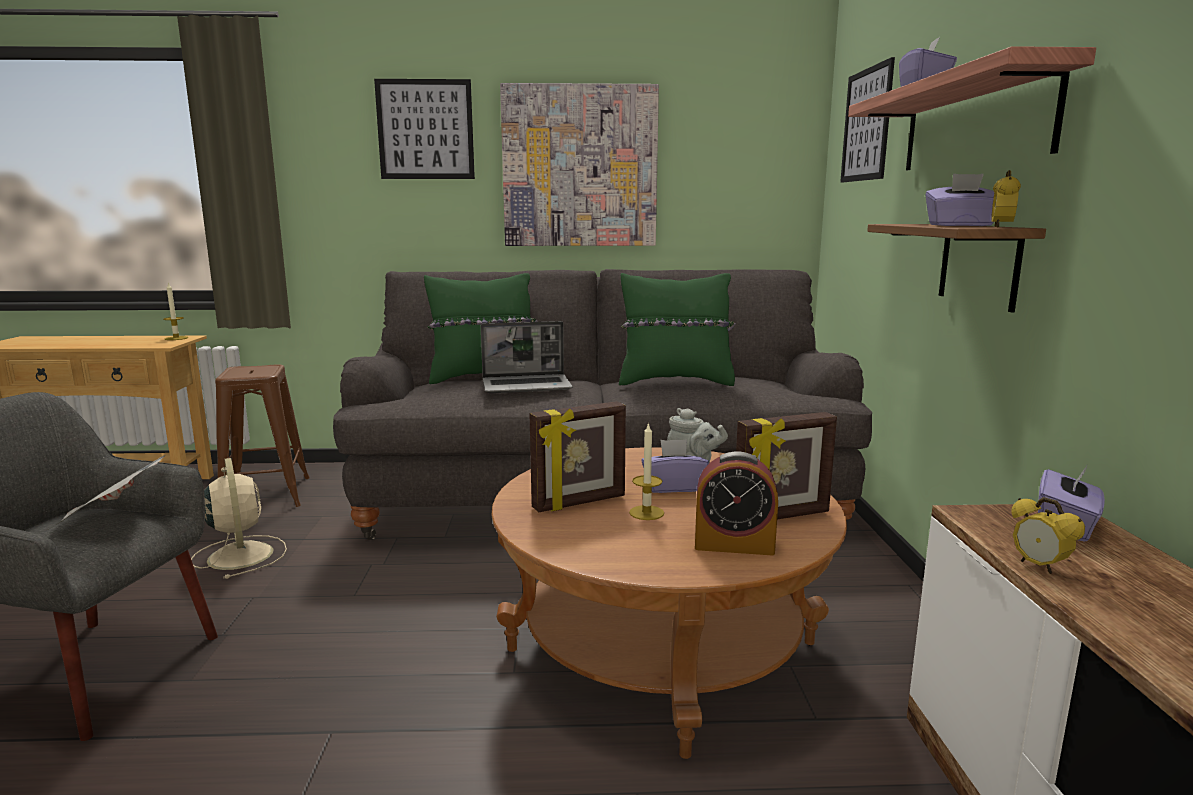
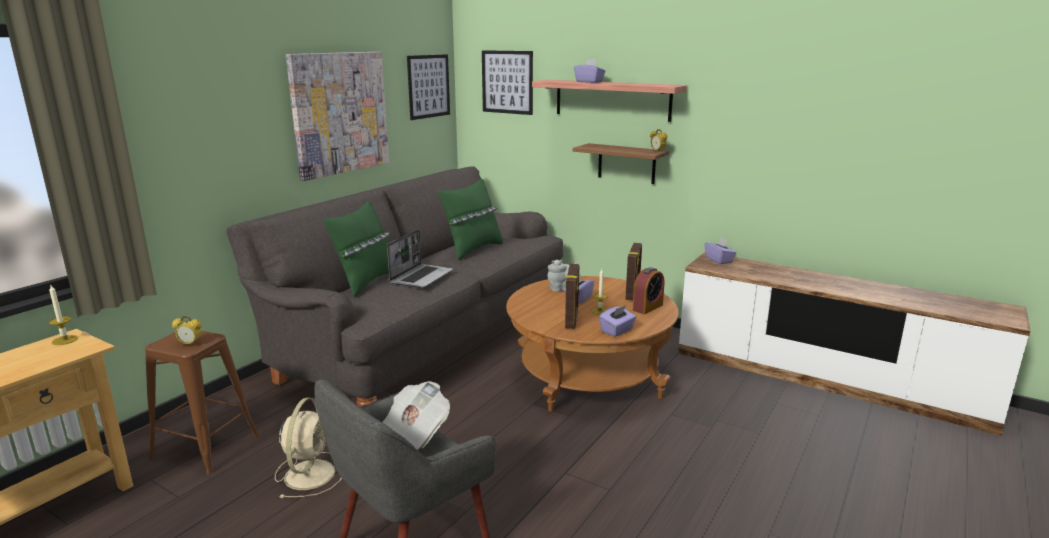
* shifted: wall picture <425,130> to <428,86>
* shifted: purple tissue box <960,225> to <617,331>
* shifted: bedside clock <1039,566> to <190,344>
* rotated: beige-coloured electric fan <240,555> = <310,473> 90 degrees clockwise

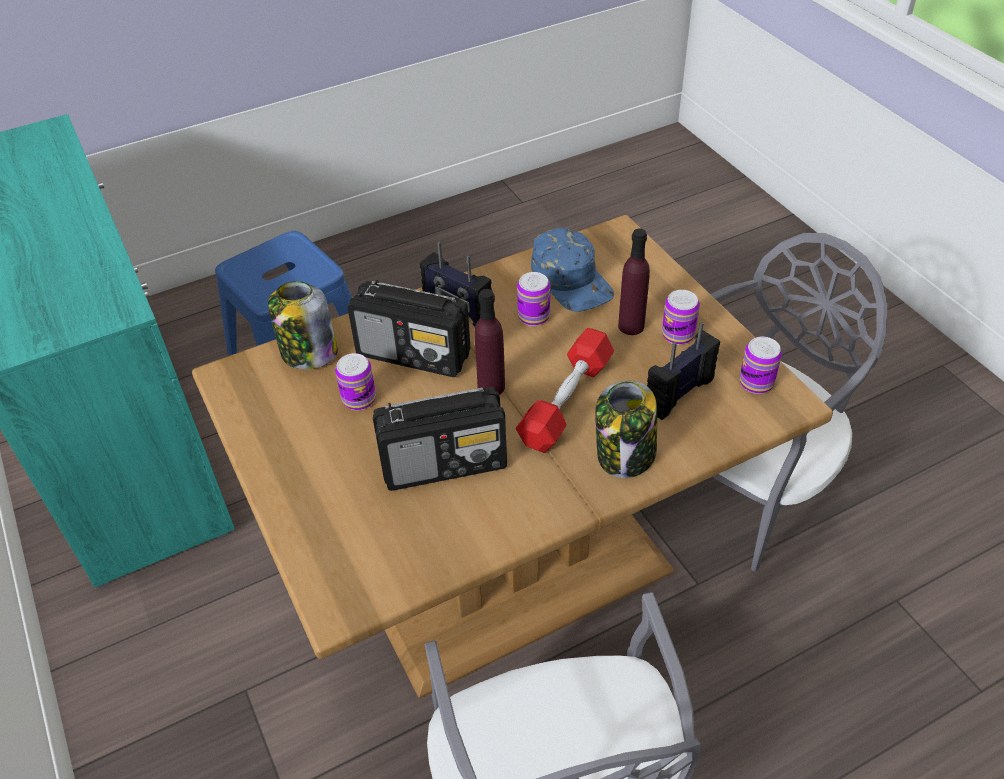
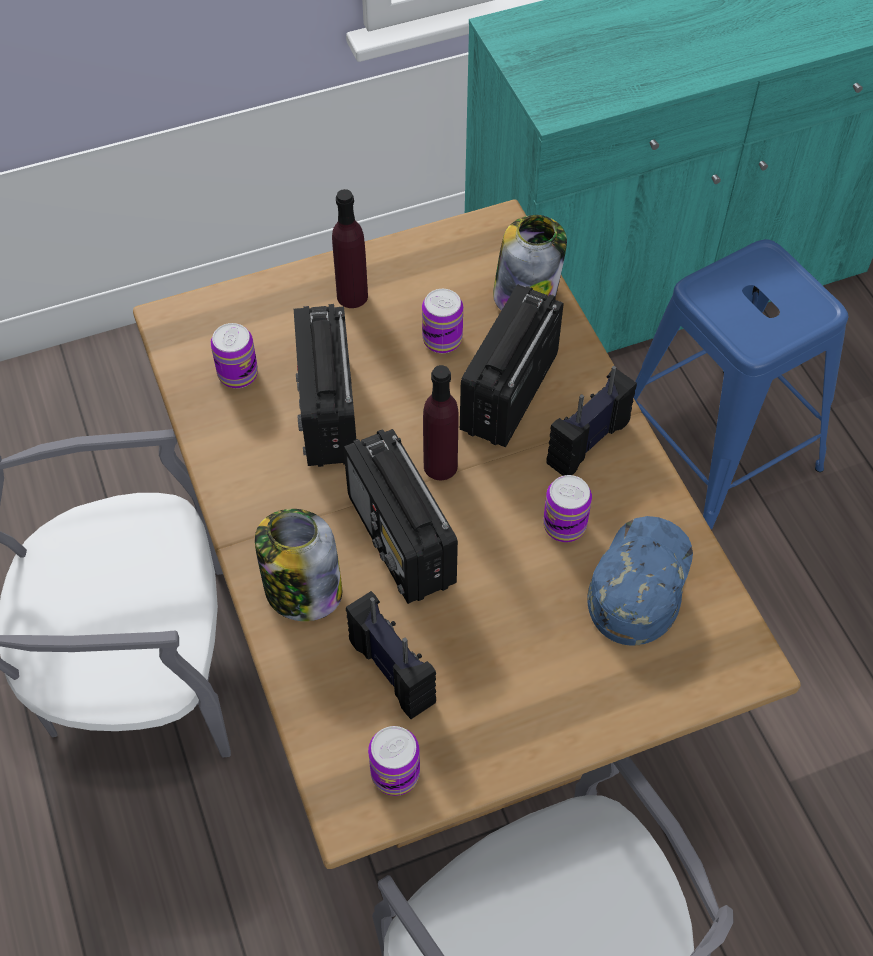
* shifted: purple beverage bottle <631,326> to <352,296>
* shifted: sealed can <678,335> to <238,374>
* swapped: red-coloured hand weight <566,401> to radio set <401,541>
* rotated: blue-coloured baseball cap <572,279> = <638,582> 135 degrees clockwise

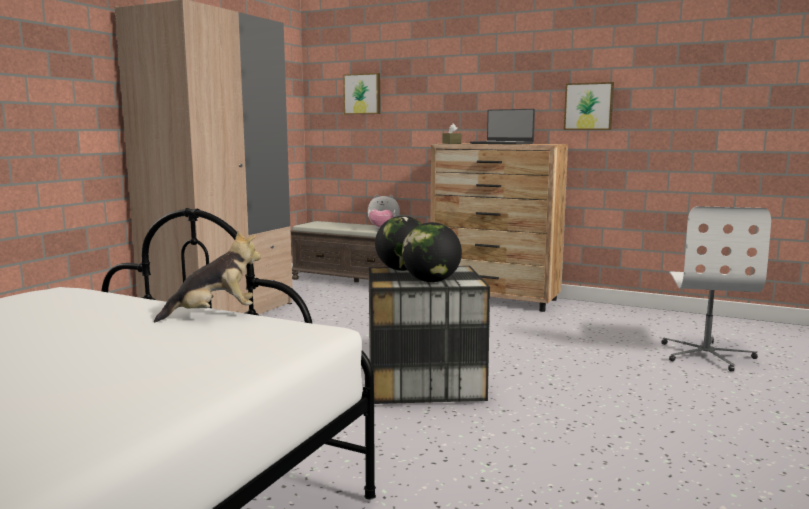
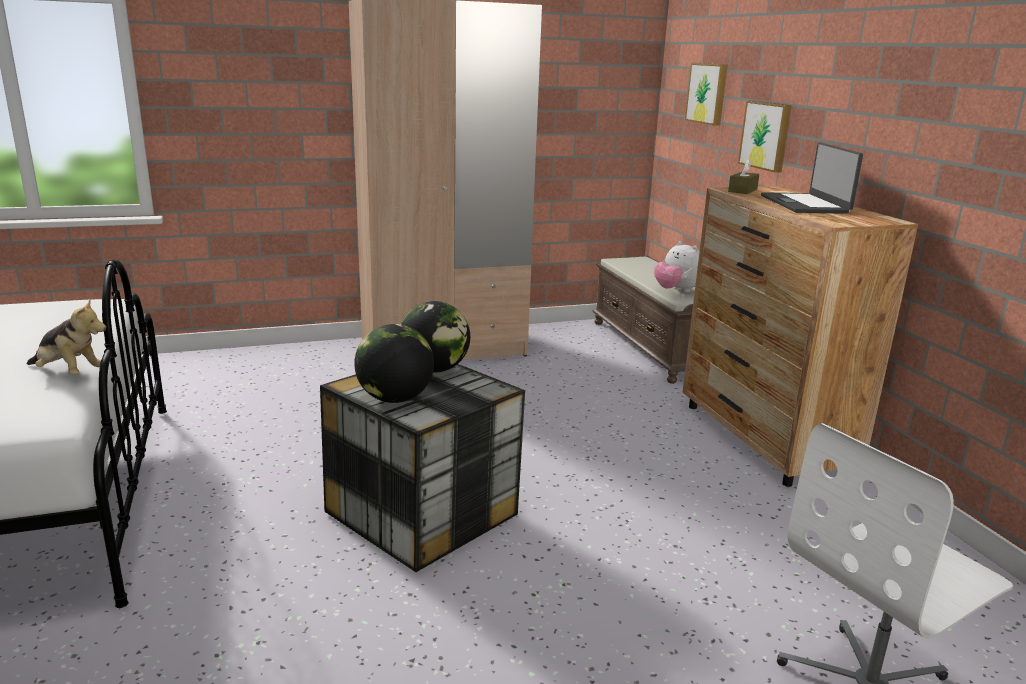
* shifted: wall picture <588,106> to <766,135>

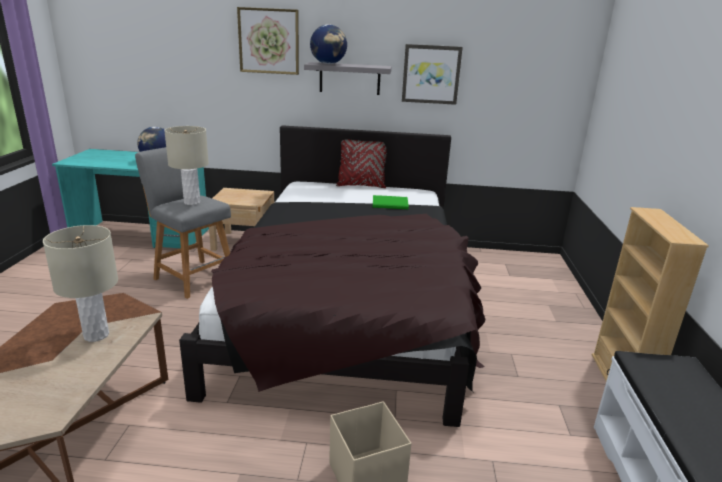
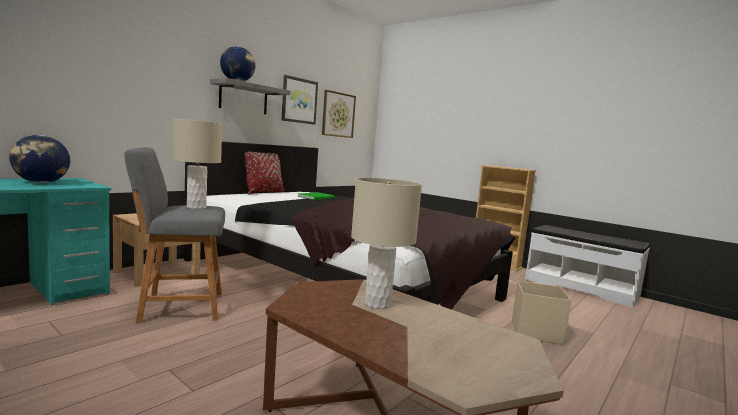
* shifted: wall picture <269,41> to <338,114>

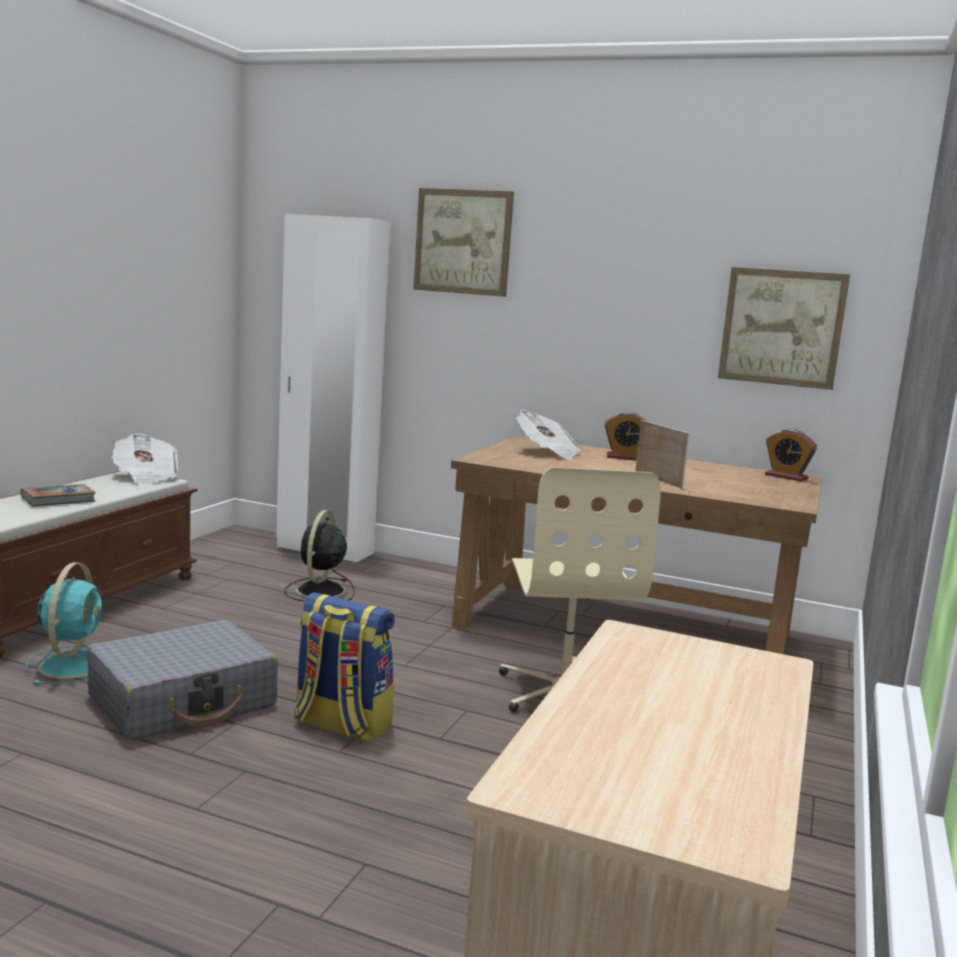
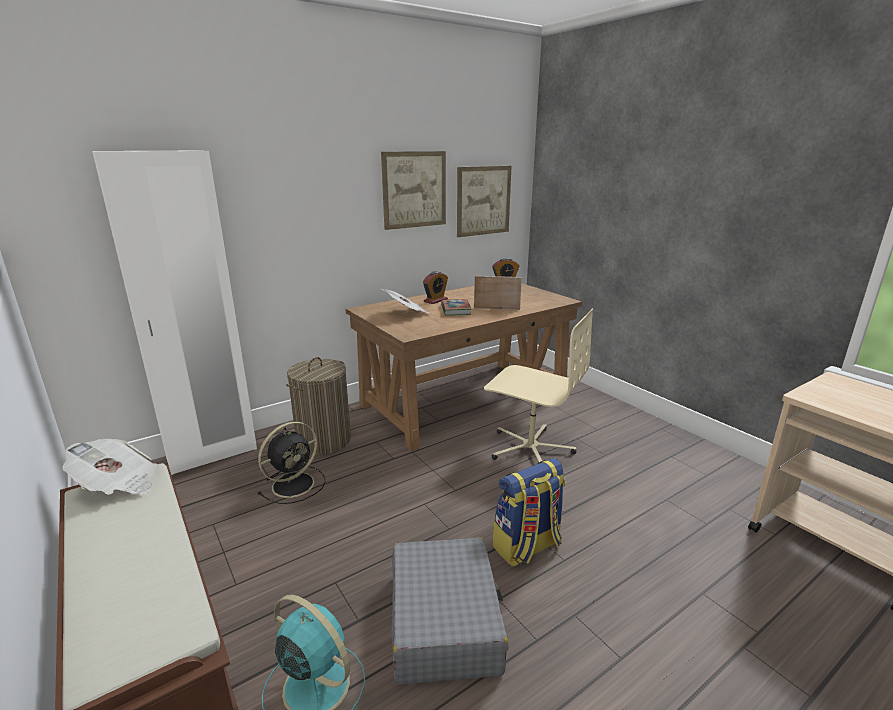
* new: laundry basket <324,441>
* shifted: volume <58,500> to <455,310>
* shifted: wall picture <463,242> to <414,190>
* rotated: blackish electric fan <320,591> = <295,484> 90 degrees counterclockwise

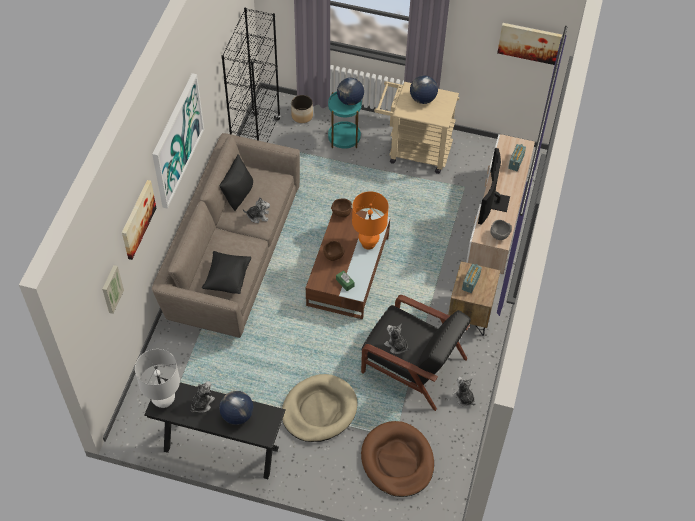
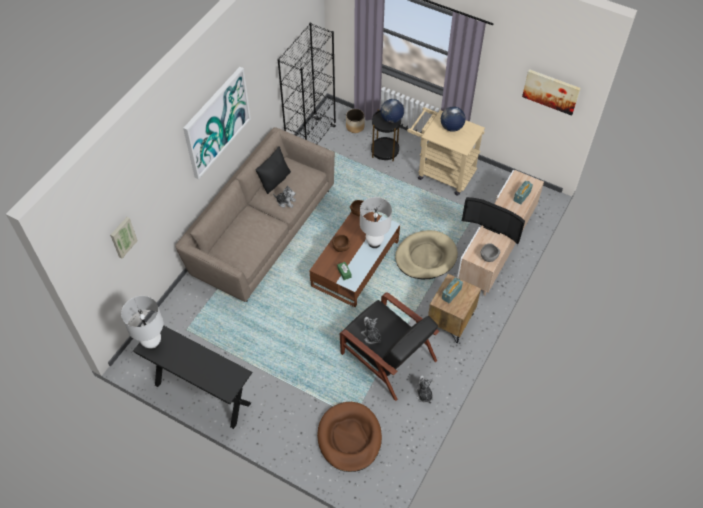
* gone: wall picture <137,219>
* gone: cuddly toy <202,403>
* gone: blackish cushion <227,278>
* gone: world globe <237,415>
* shifted: beige-coloured pet bed <319,410> to <425,257>
* repainted: blue-green end table <344,138> to blackish end table <385,151>
* repainted: orange-coloured tabletop lamp <368,243> to white tabletop lamp <374,243>
* rotated: TV <494,201> = <493,227> 90 degrees counterclockwise

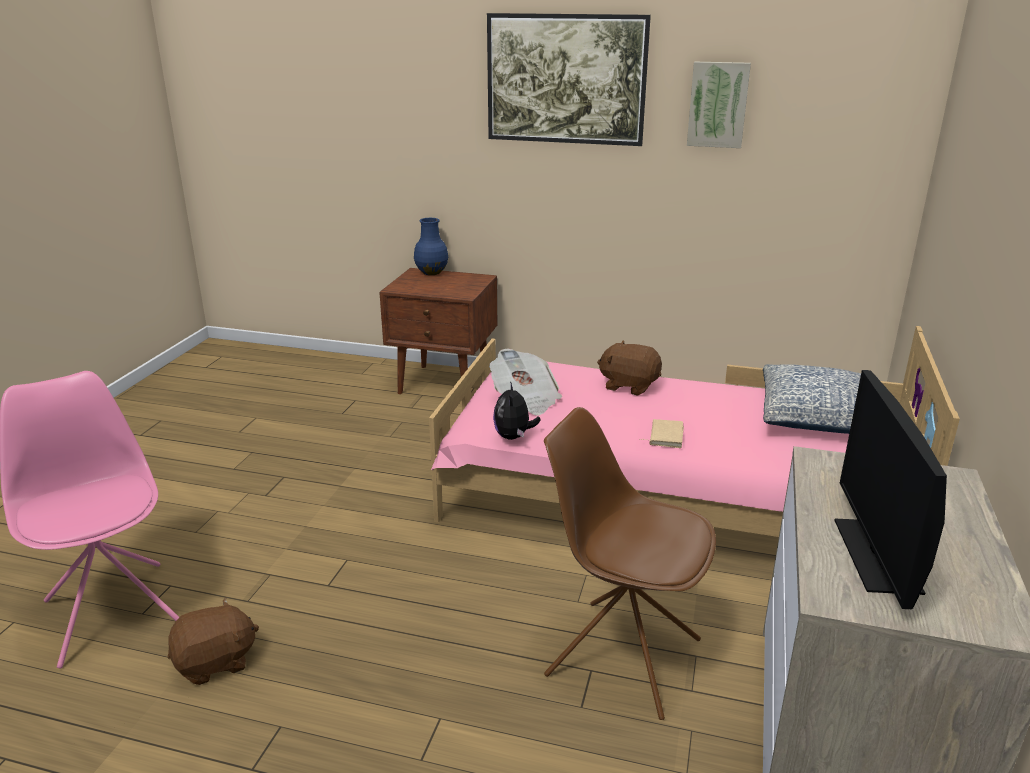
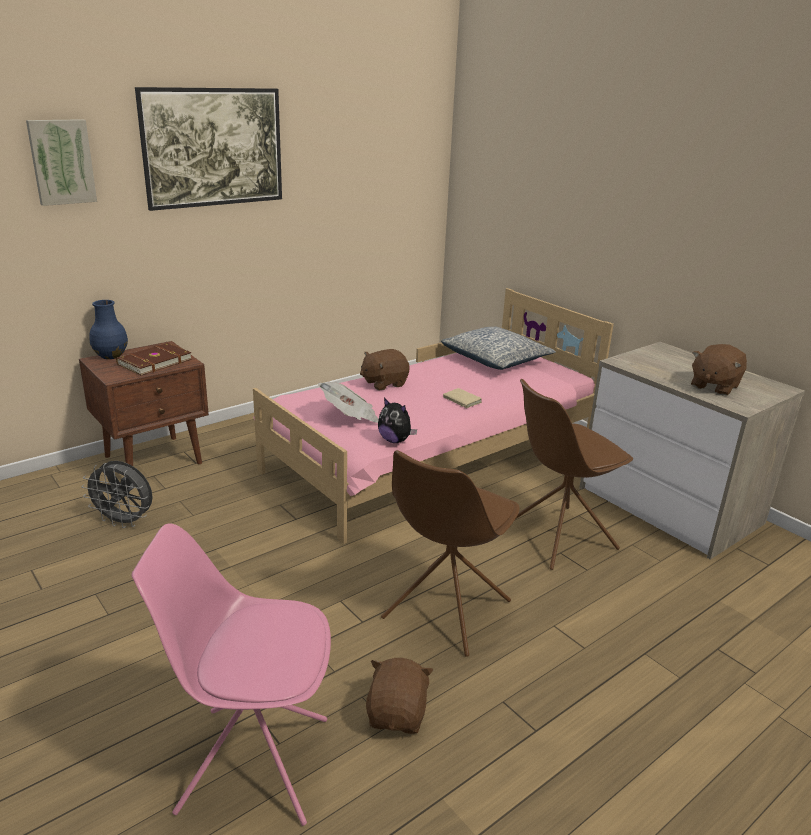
* new: greyish electric fan <125,522>
* new: brown volume <153,362>
* new: brown upright chair <445,611>
* shifted: wall picture <718,104> to <61,162>
* swapped: computer screen <876,555> to brown cuddly toy <714,386>

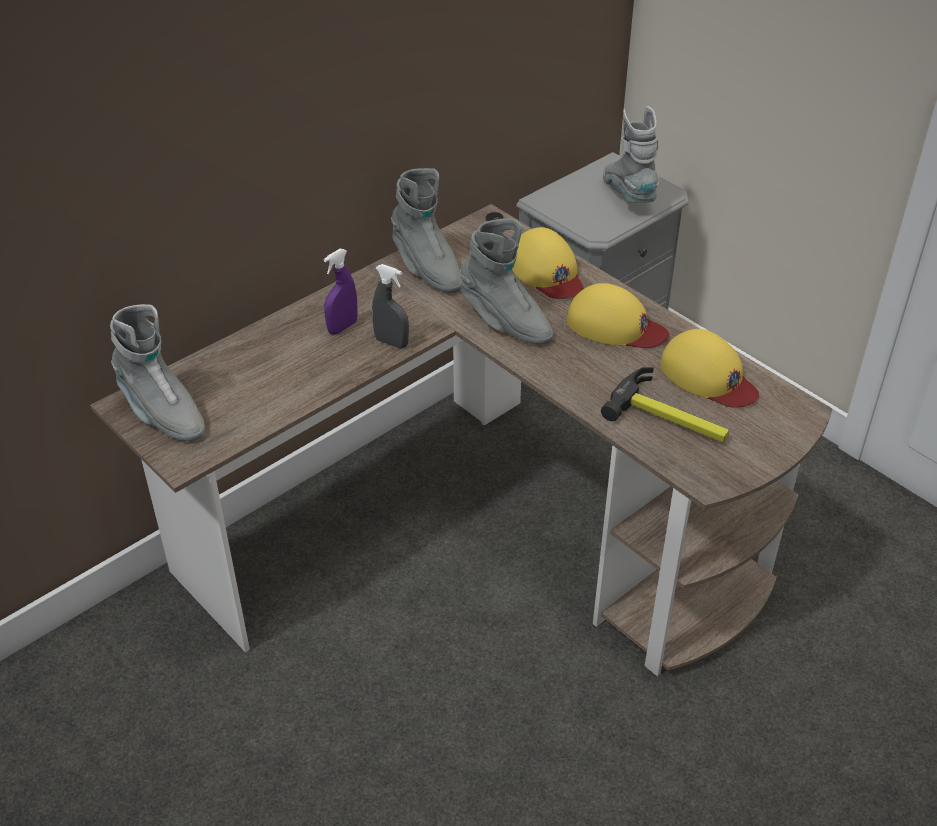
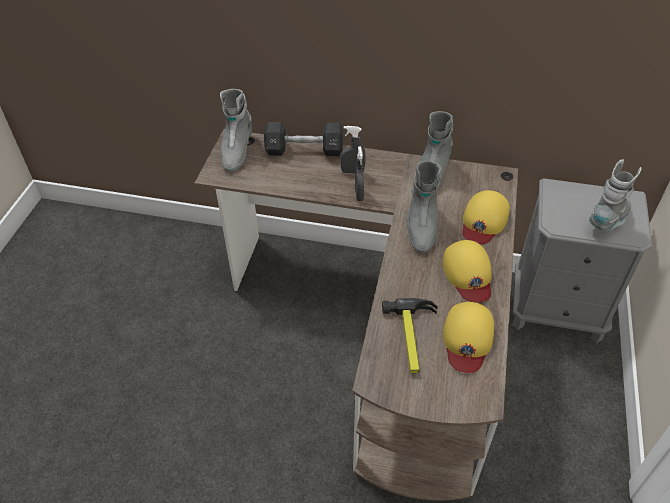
* new: blackish hand weight <304,150>
* repainted: purple sprayer <342,327> to greyish sprayer <352,172>

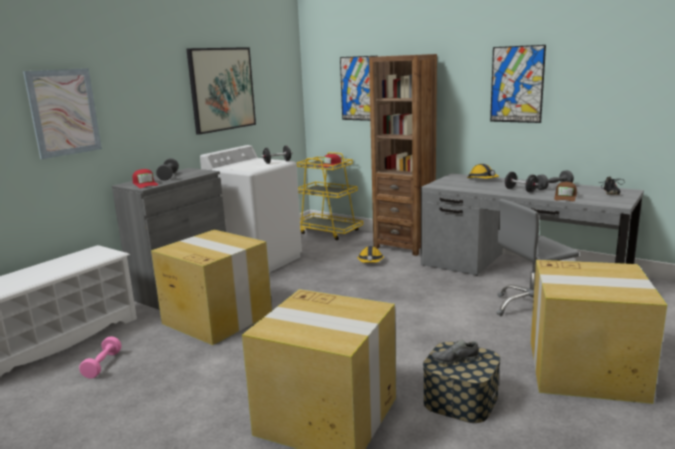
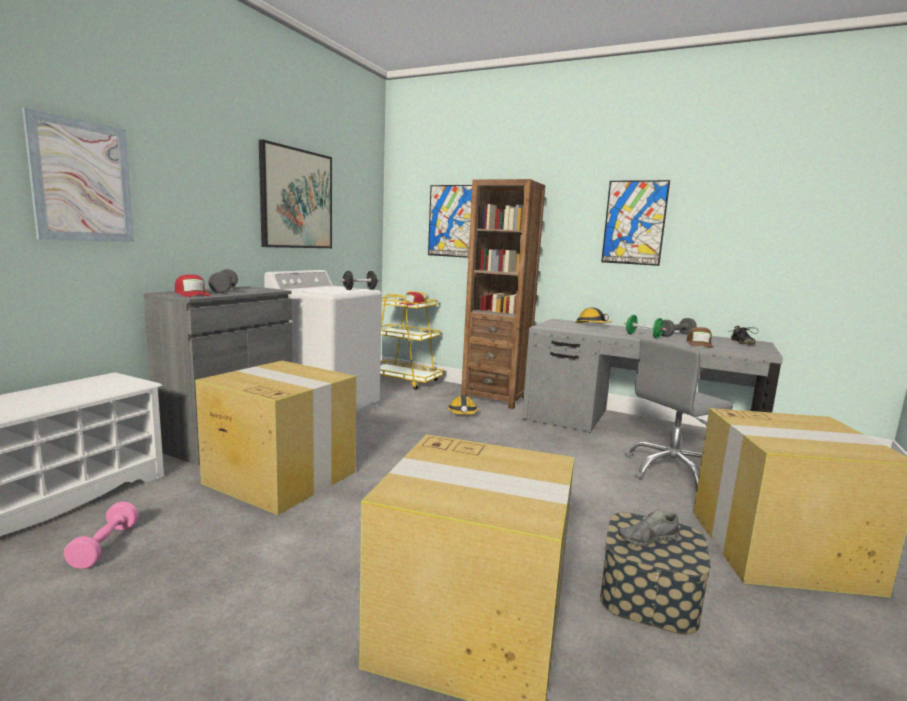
* repainted: blackish hand weight <520,190> to green hand weight <643,336>

